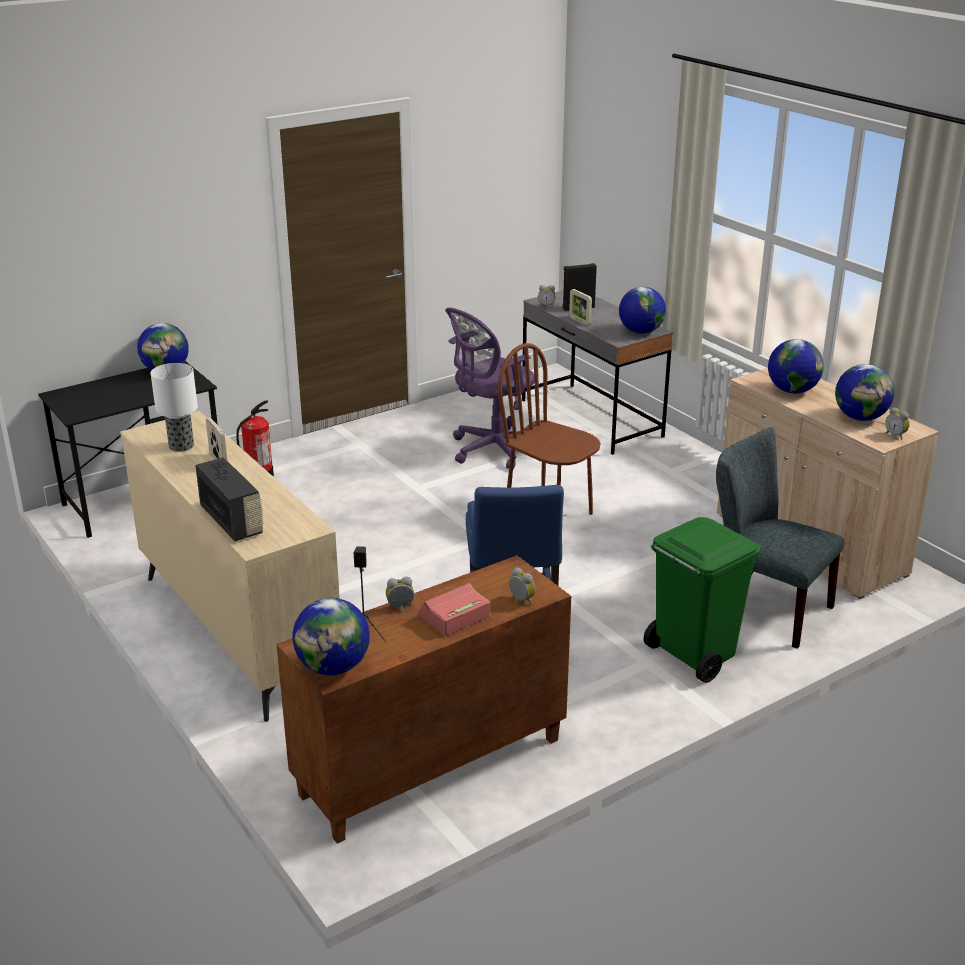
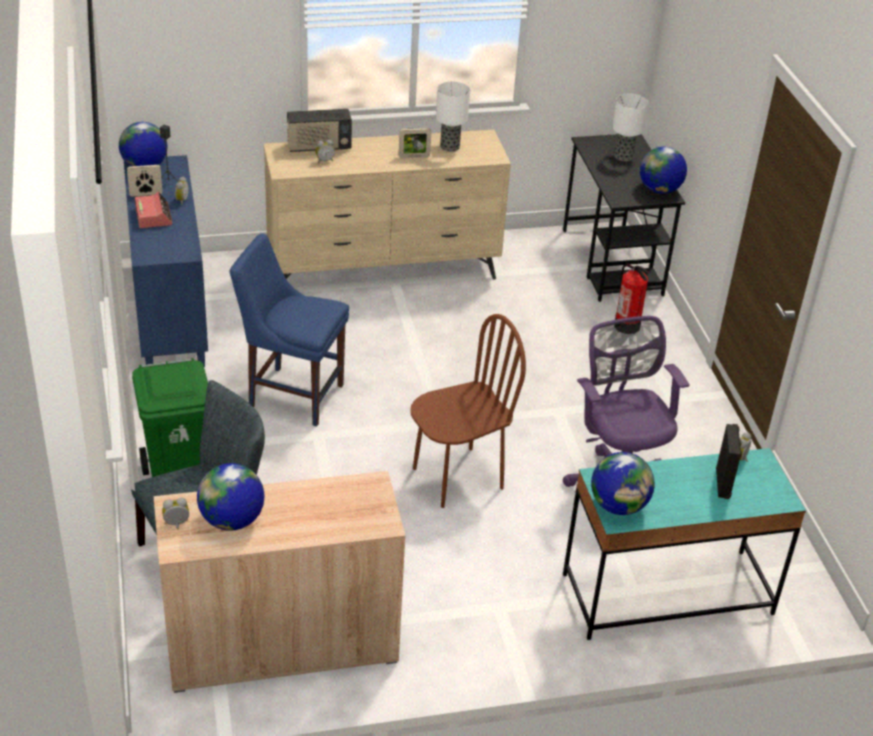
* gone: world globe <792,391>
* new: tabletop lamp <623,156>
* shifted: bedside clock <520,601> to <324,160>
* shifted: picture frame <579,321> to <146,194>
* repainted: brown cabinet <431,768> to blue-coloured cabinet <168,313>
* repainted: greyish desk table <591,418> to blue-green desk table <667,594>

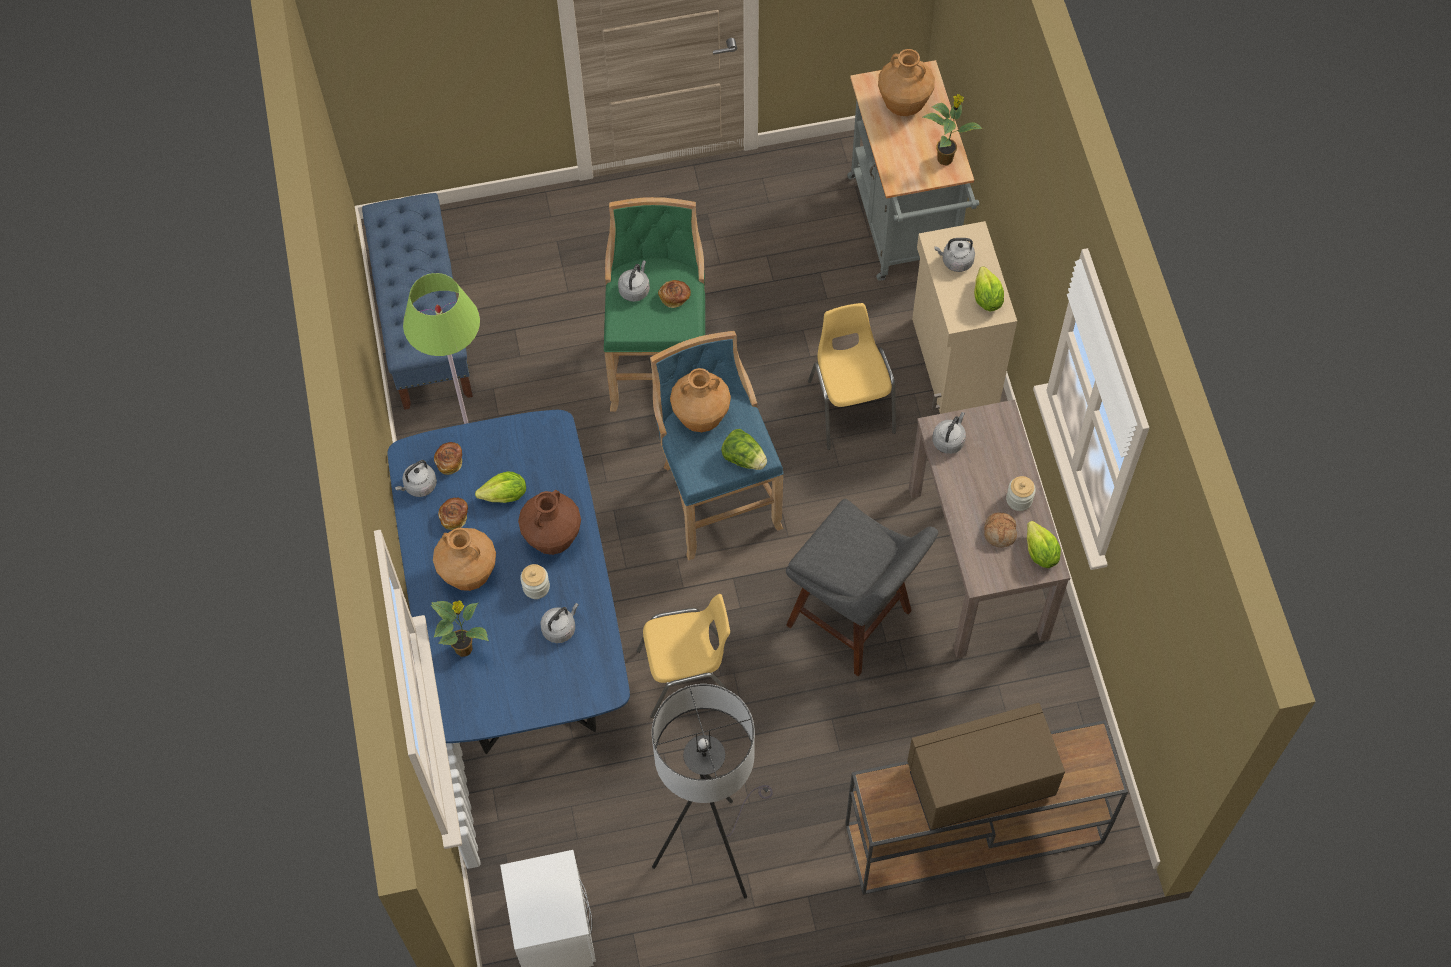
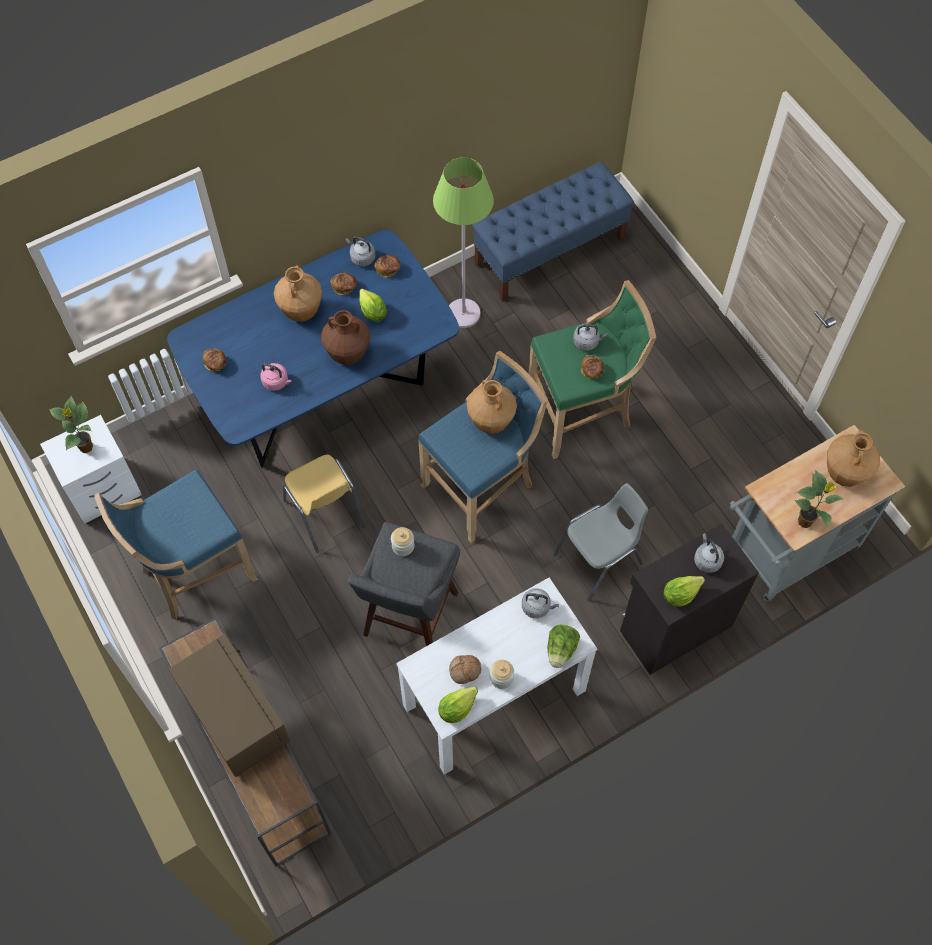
* new: bakery bread <216,364>
* shifted: plant in a pot <465,648> to <86,448>
* shifted: storage jar <536,587> to <403,546>
* shifted: head of lettuce <744,458> to <561,650>
* swapped: greyish standard lamp <712,846> to blue-coloured sitting stool <194,573>
* repainted: greyish kettle <560,628> to pinkish kettle <276,382>
* repainted: yellow-coloured upright chair <850,406> to greyish upright chair <599,560>
* repainted: brown narrow table <978,563> to white narrow table <494,698>
* repainted: beige-coloured cabinet <953,362> to blackish cabinet <674,627>

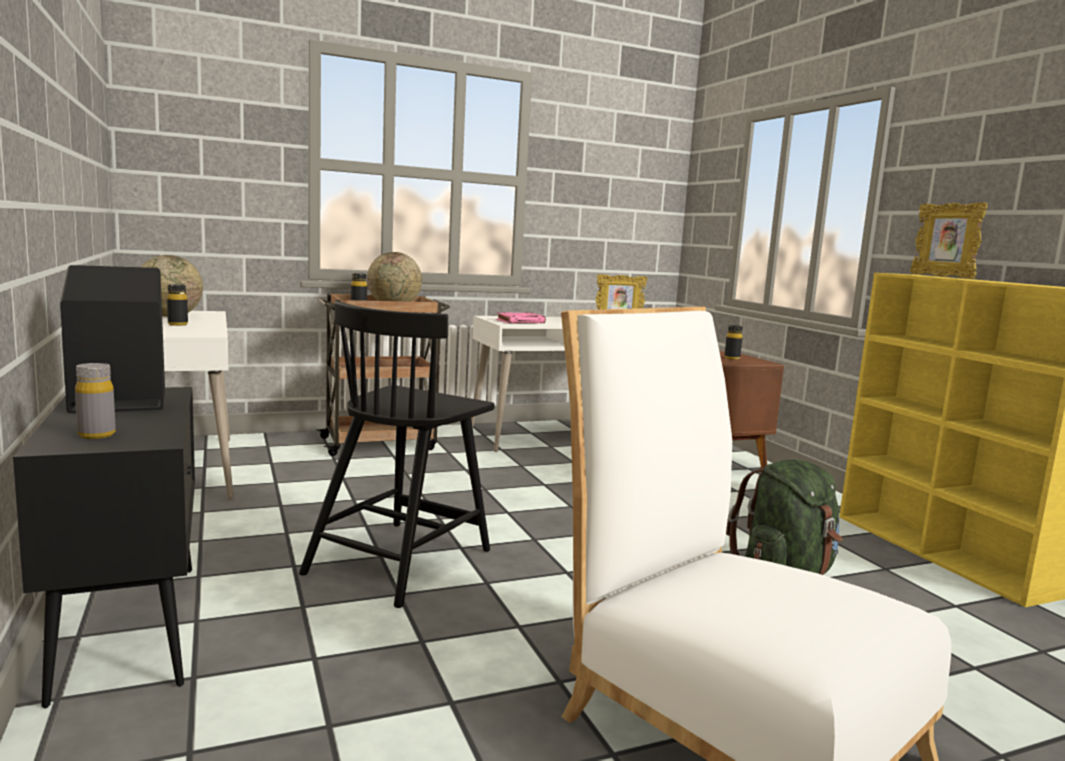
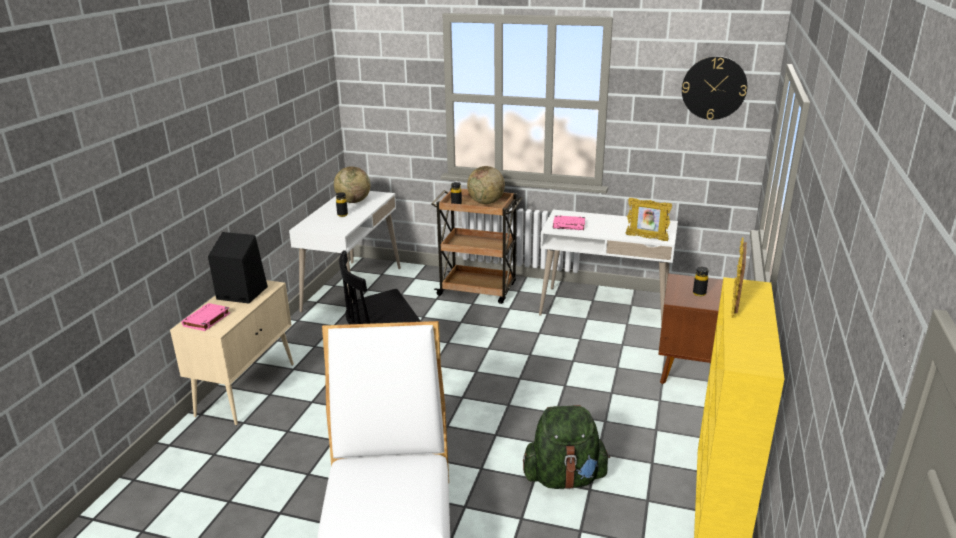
* new: wall clock <714,88>
* swapped: greyish beverage bottle <96,435> to pinkish volume <206,320>
* repainted: blackish cabinet <129,626> to beige-coloured cabinet <247,388>

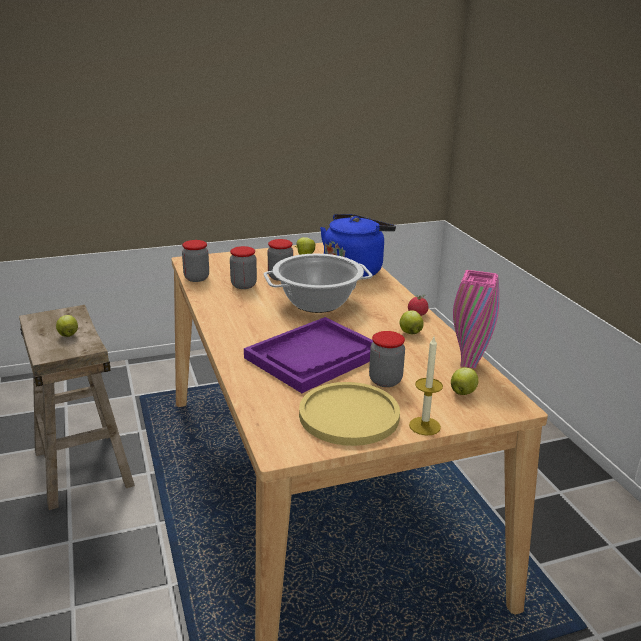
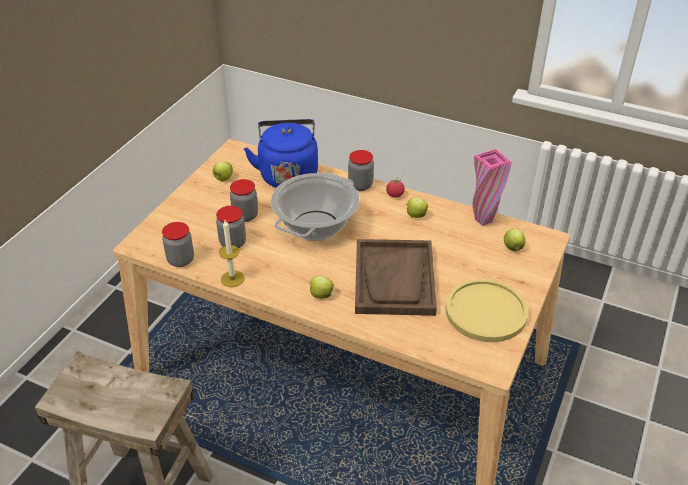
* shifted: apple <68,335> to <320,295>
* shifted: storage jar <385,380> to <360,185>
* shifted: wax candle <424,426> to <232,279>
* repainted: purple tray <314,357> to brown tray <394,279>

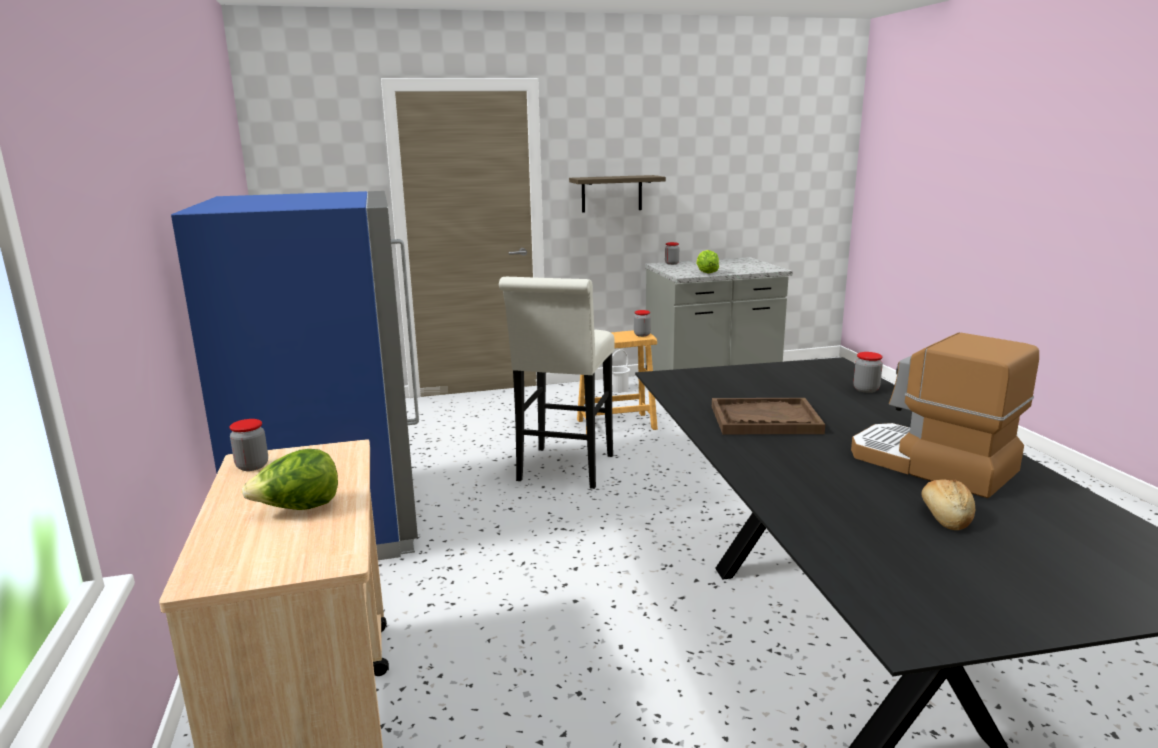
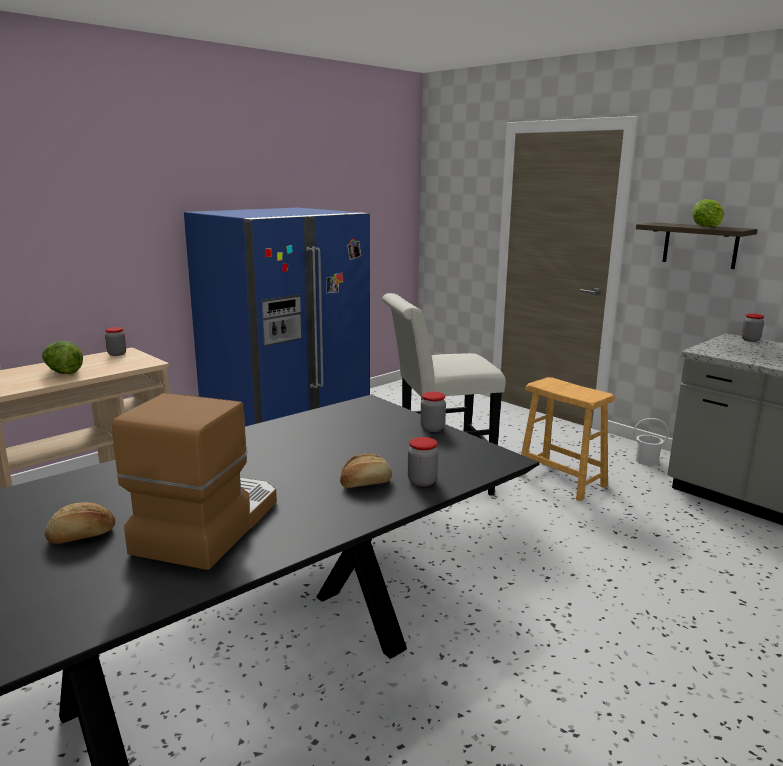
* gone: brown tray <764,419>
* new: bakery bread <365,483>
* shifted: storage jar <642,335> to <432,428>
* shifted: head of lettuce <706,273> to <706,227>

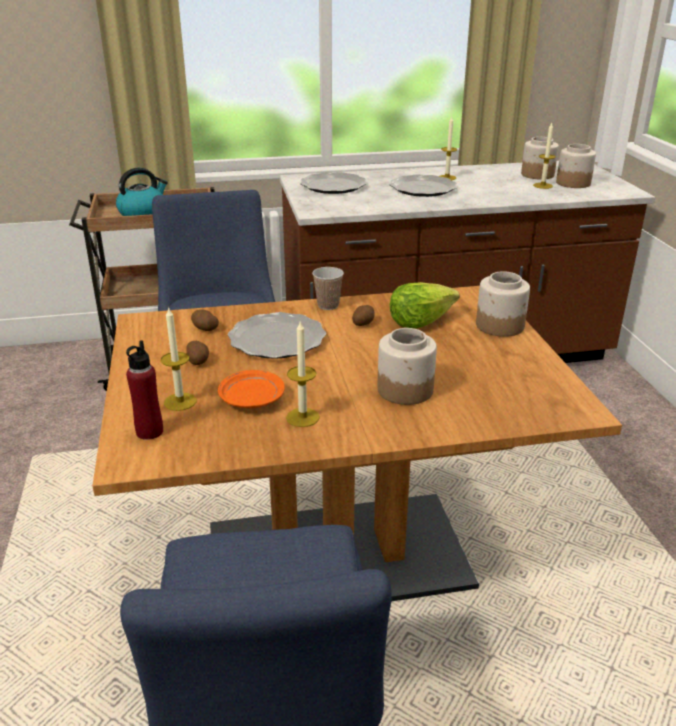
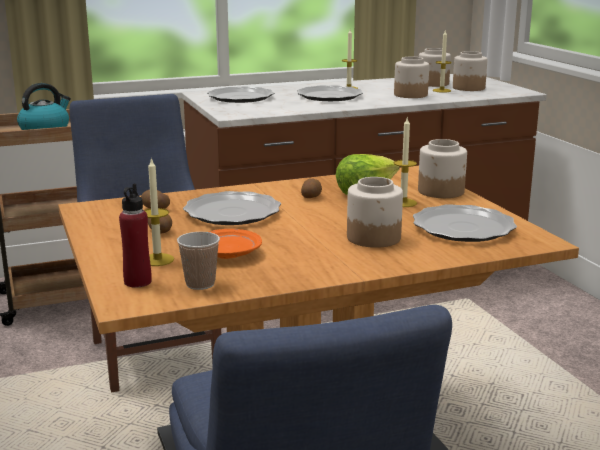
* new: storage jar <411,95>
* new: dinner plate <462,228>
* shifted: wax candle <302,417> to <403,203>
* shifted: small cup <328,305> to <200,284>

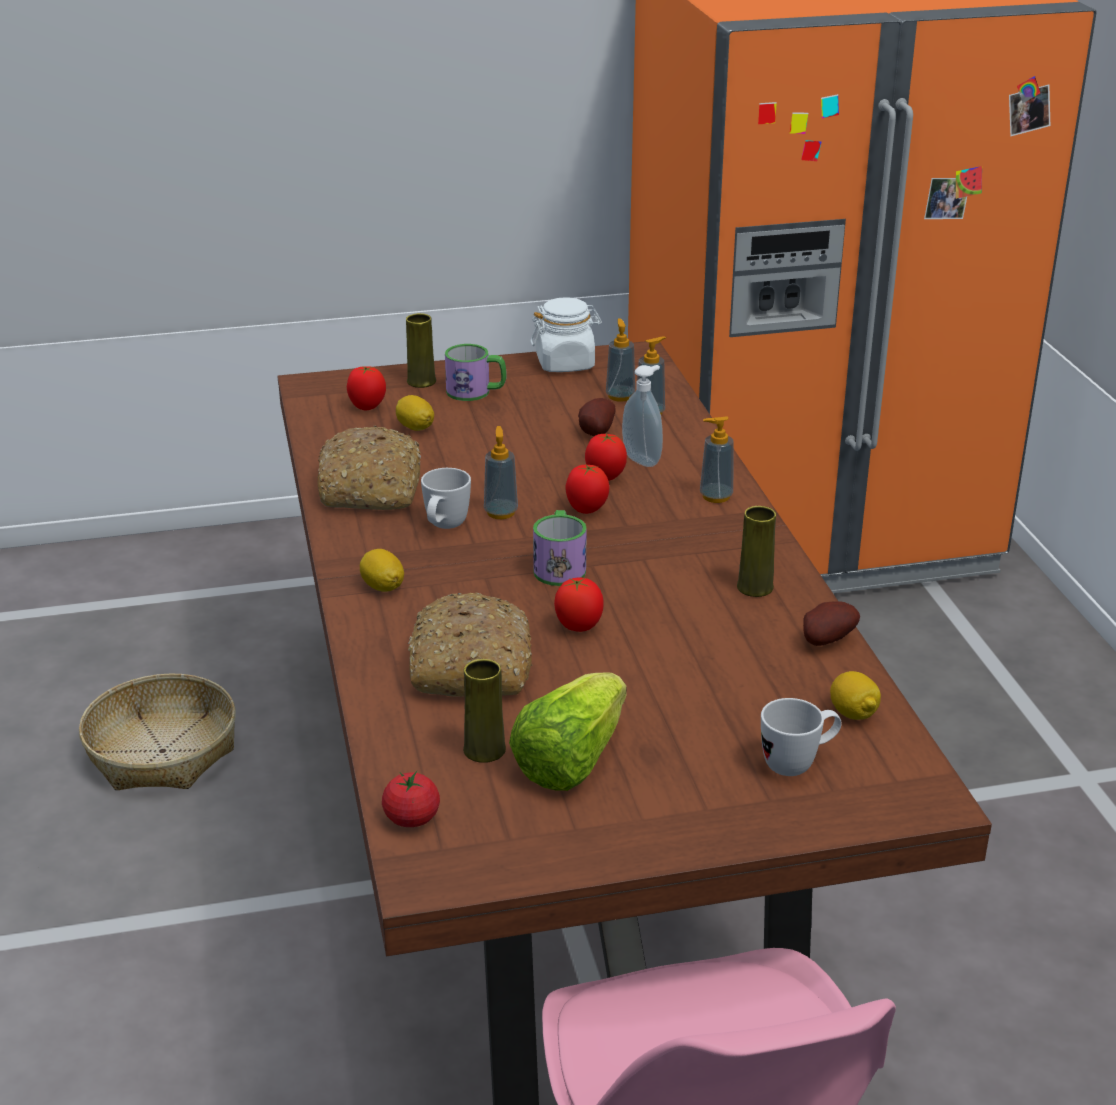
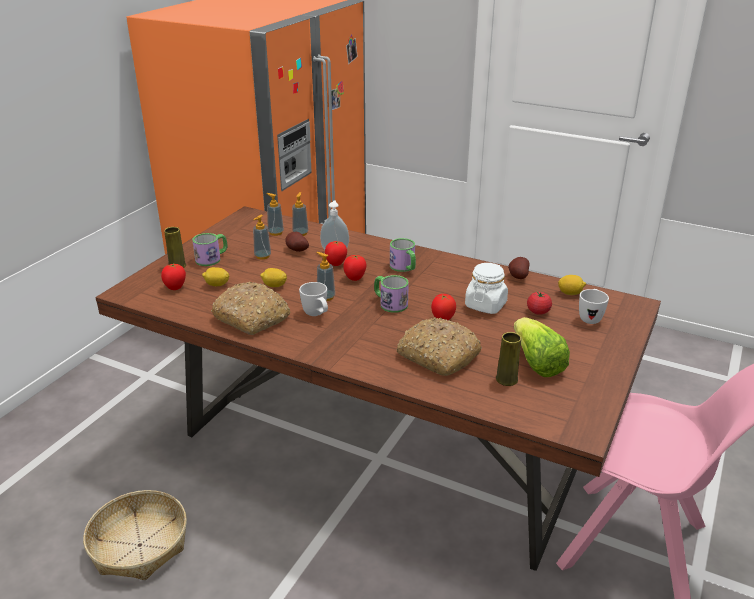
* gone: yellow-coloured decorative vase <755,587>
* new: tea mug <404,268>
* shifted: citrus fruit <382,587> to <274,286>
* shifted: tomato <411,818> to <538,311>
* shifted: white storage jar <565,364> to <485,305>
* shifted: soap bottle <716,496> to <262,256>

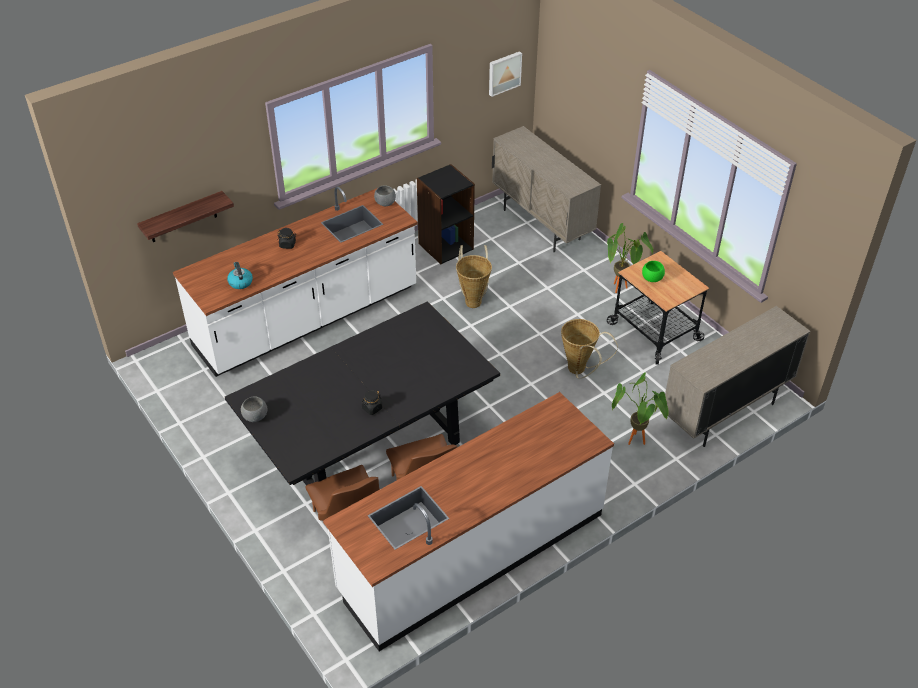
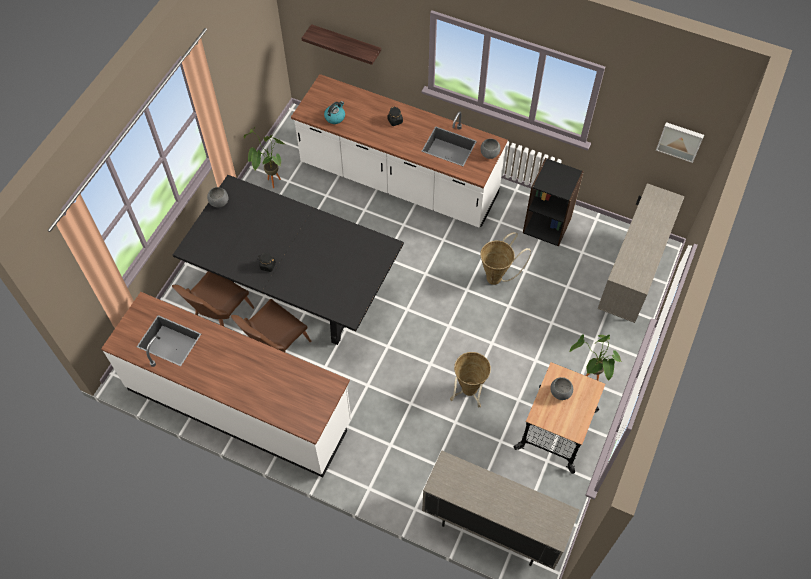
* shifted: plant in a pot <635,444> to <270,183>
* repainted: green deep dish <652,278> to greyish deep dish <560,392>

